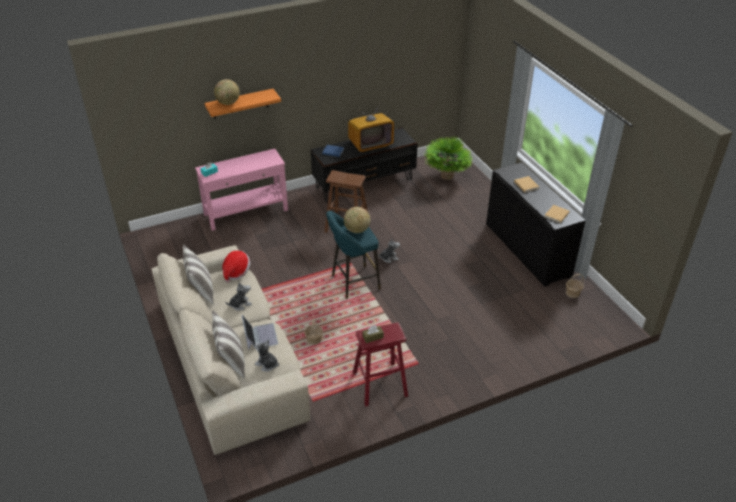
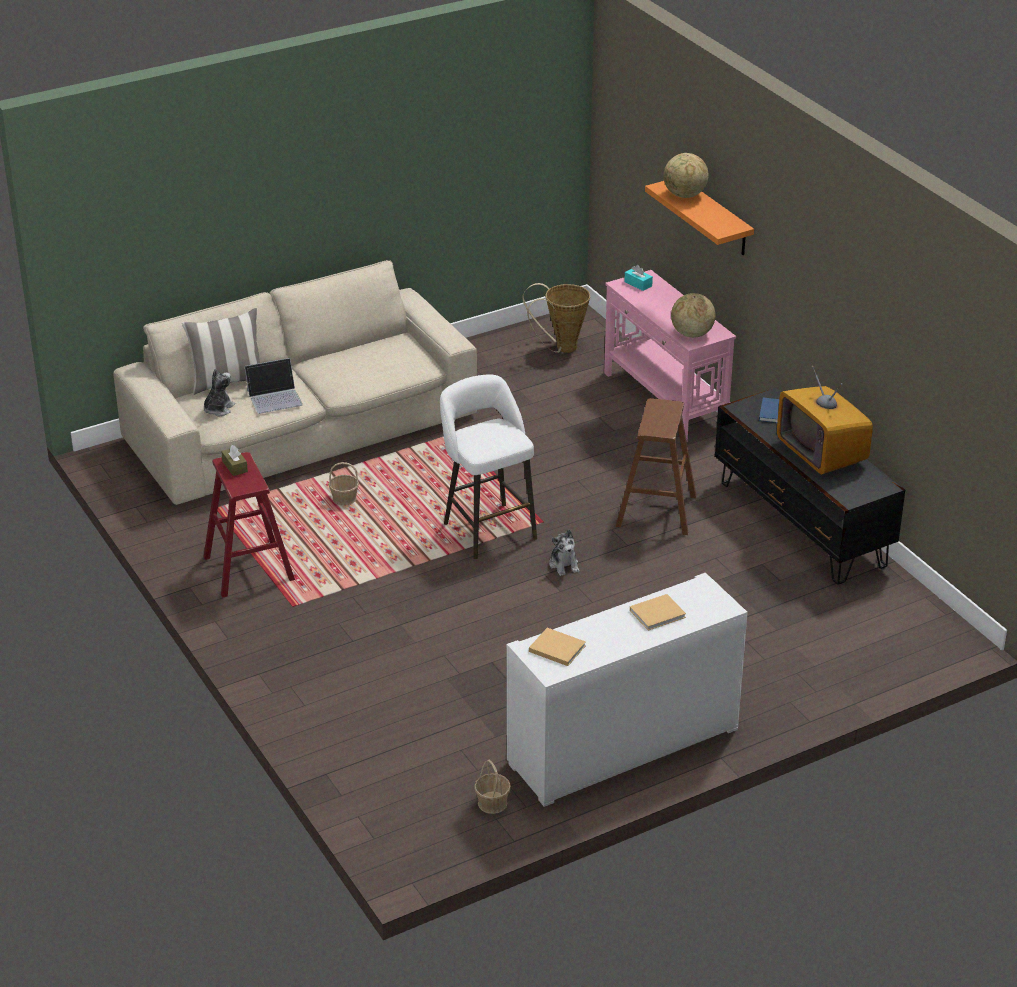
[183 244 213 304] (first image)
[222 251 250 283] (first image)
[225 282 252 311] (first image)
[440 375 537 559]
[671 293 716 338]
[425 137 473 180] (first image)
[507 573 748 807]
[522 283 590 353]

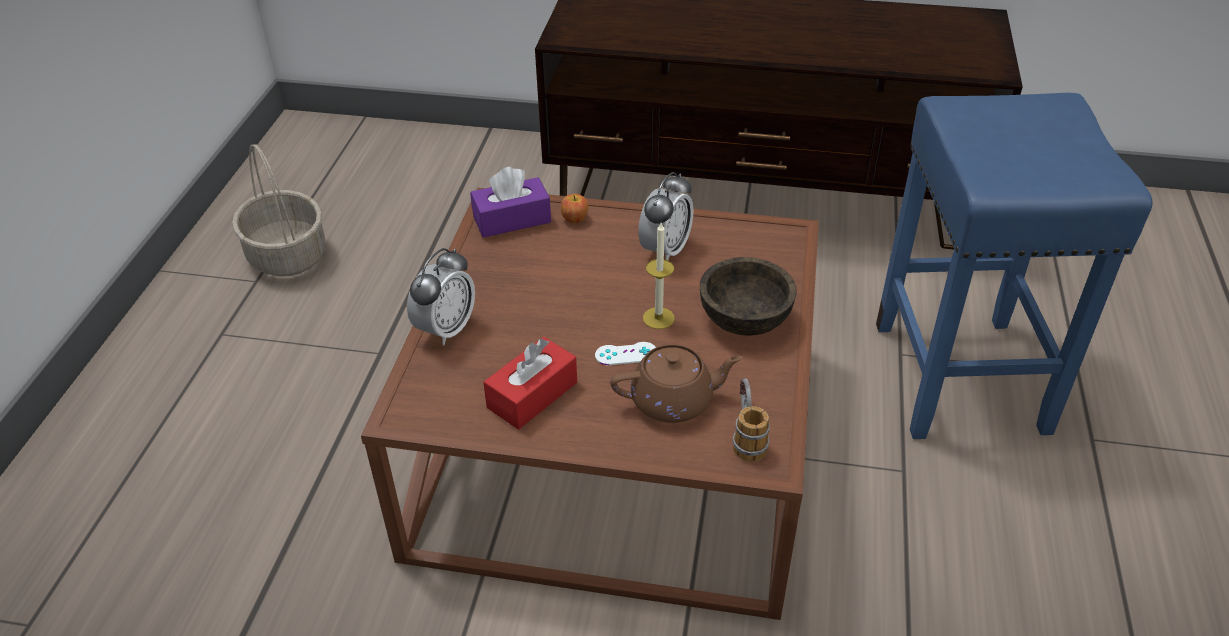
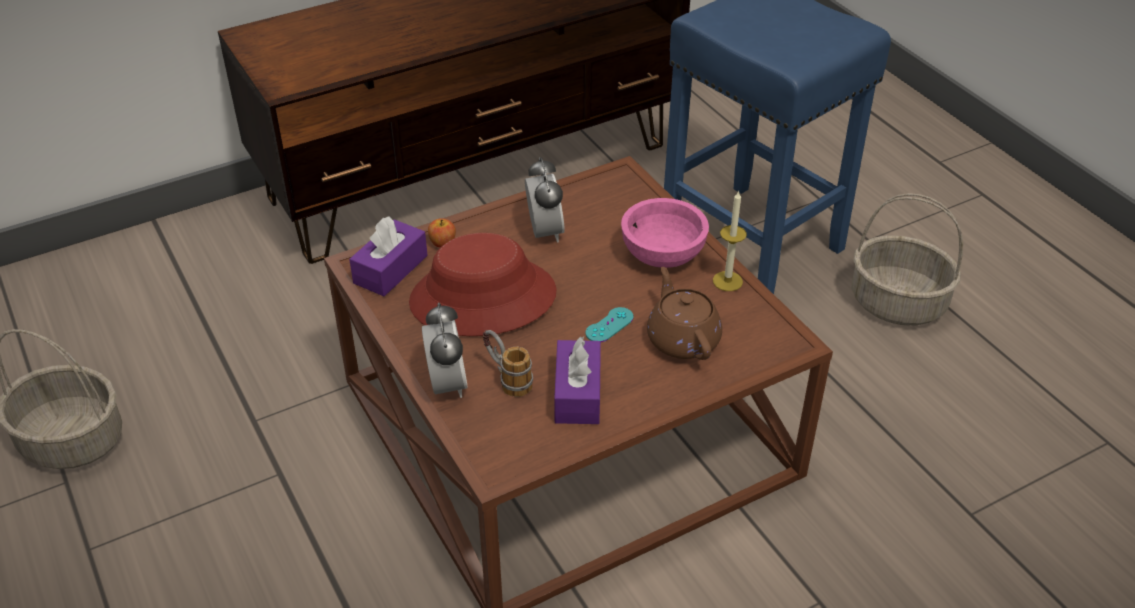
[554 337 601 424]
[585 307 634 342]
[647 267 722 360]
[713 190 747 291]
[621 198 709 268]
[483 330 533 397]
[409 233 557 336]
[852 193 963 325]

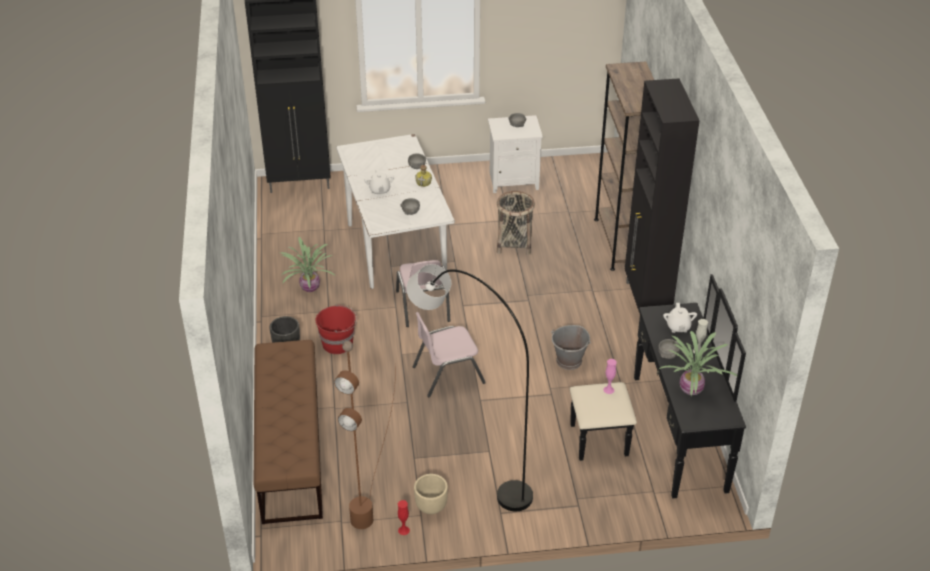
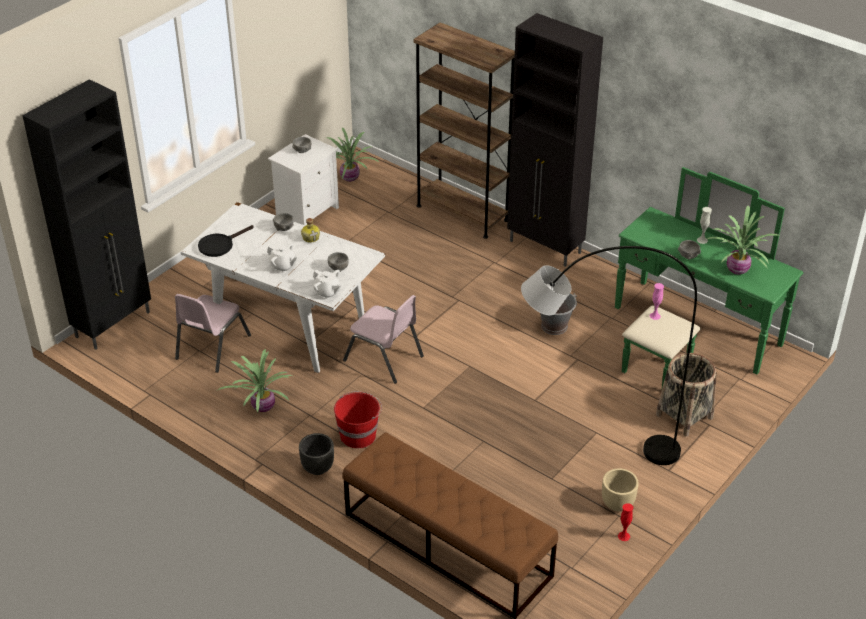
[334 341 396 529] (first image)
[175 294 251 373]
[656 353 717 436]
[615 167 803 387]
[313 270 341 299]
[198 225 253 257]
[326 128 380 182]

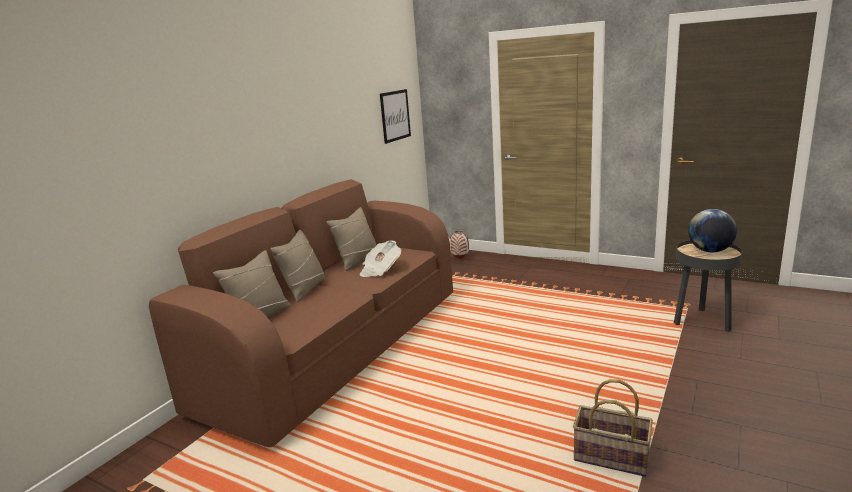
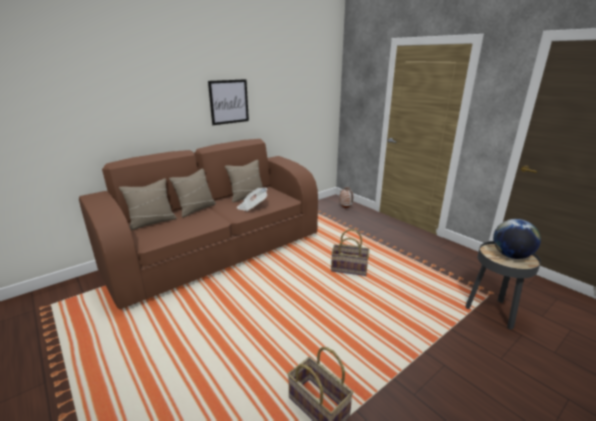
[208 79 249 125]
[331 229 369 276]

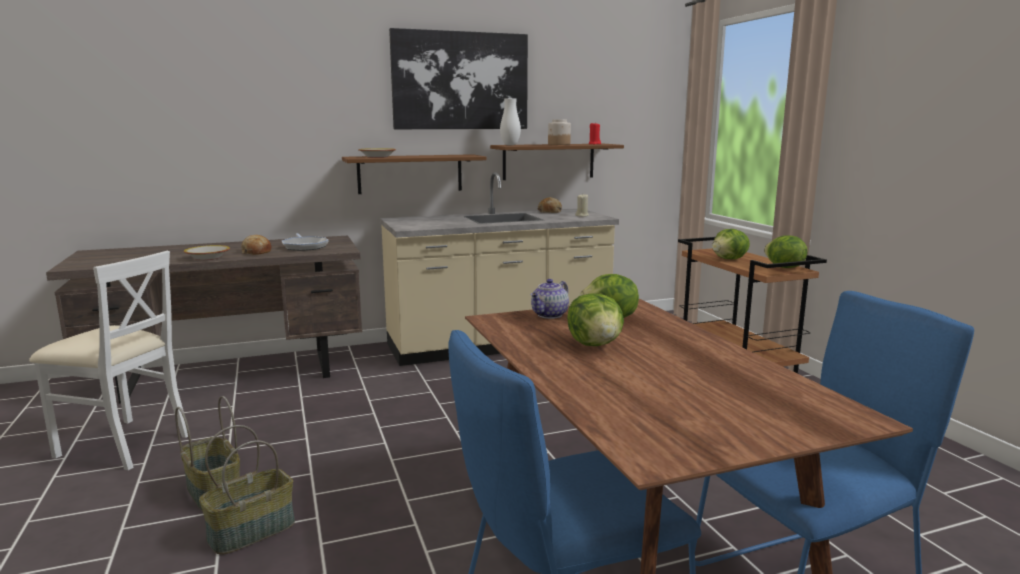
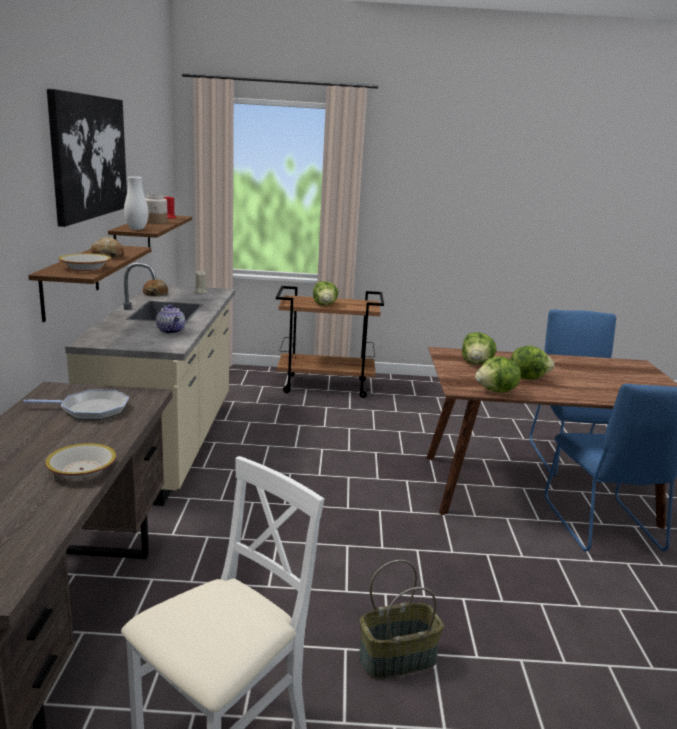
[199 425 295 555] (first image)
[91 237 124 259]
[156 304 185 334]
[475 356 521 393]

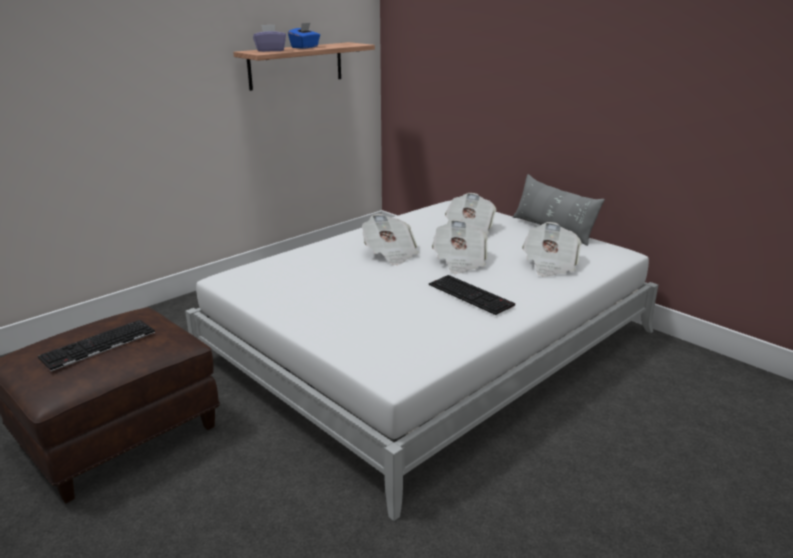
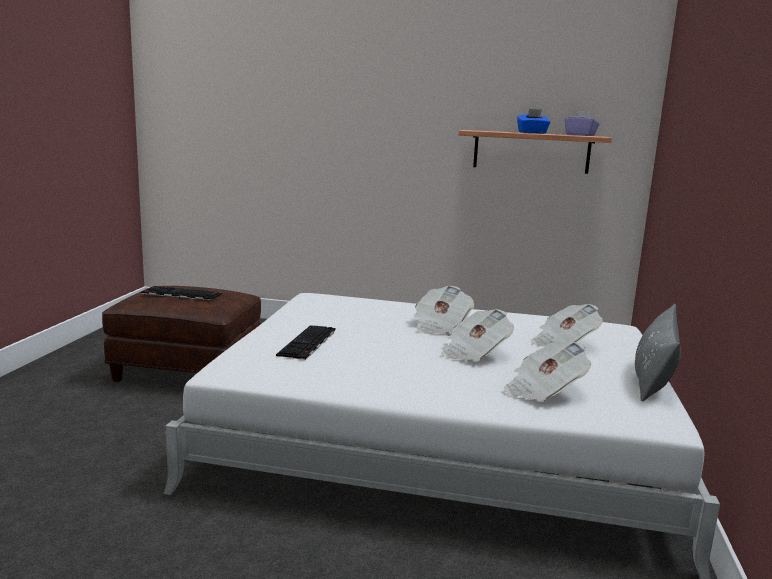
[564 111 600 136]
[276 325 336 360]

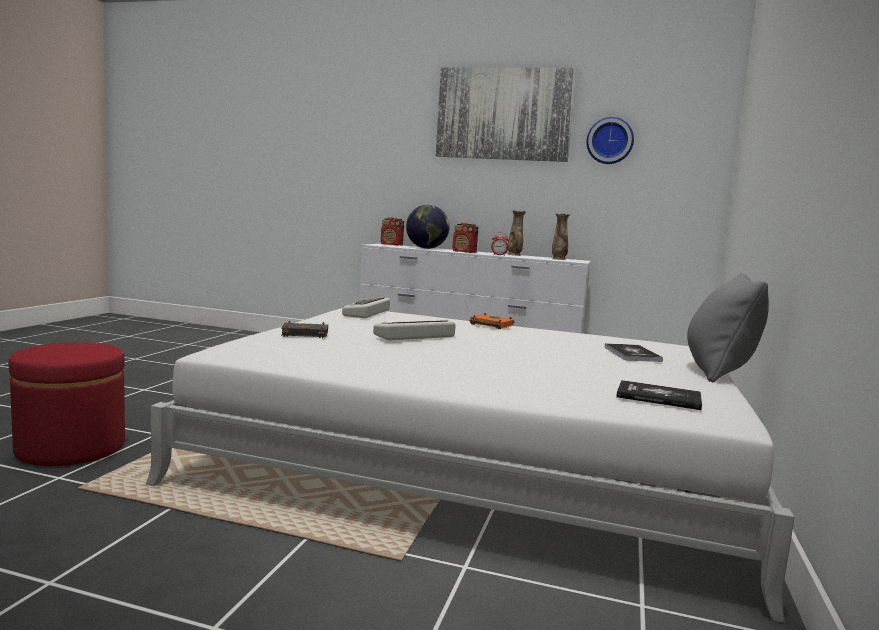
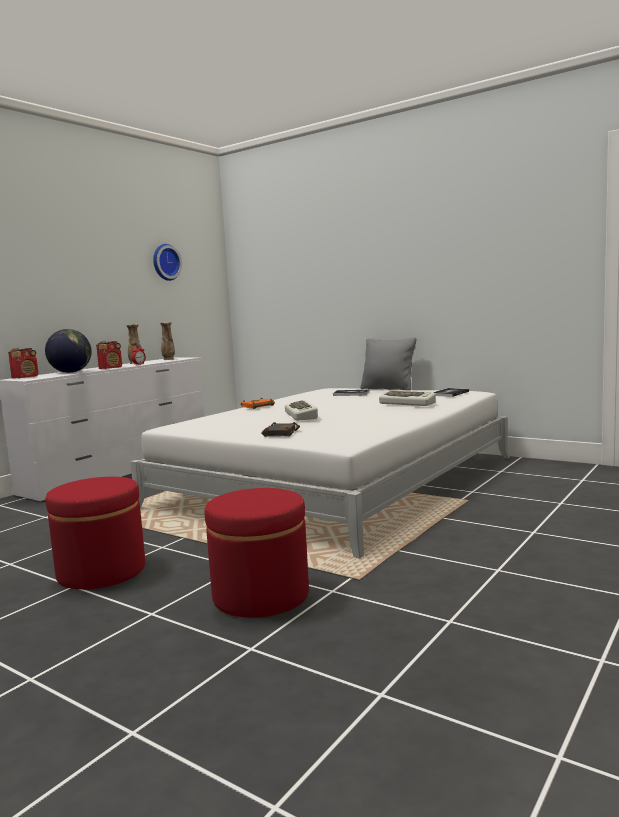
[379 391 436 406]
[436 67 577 162] (first image)
[46 477 145 590]

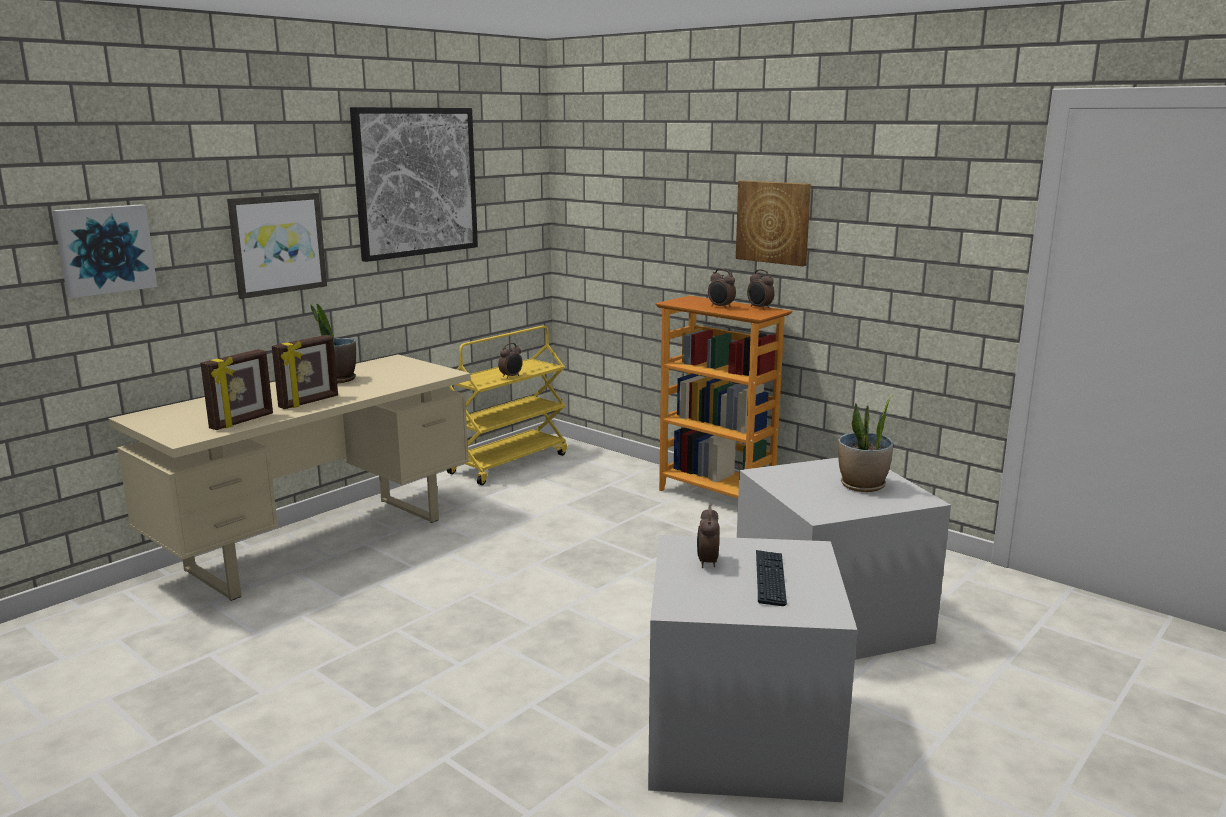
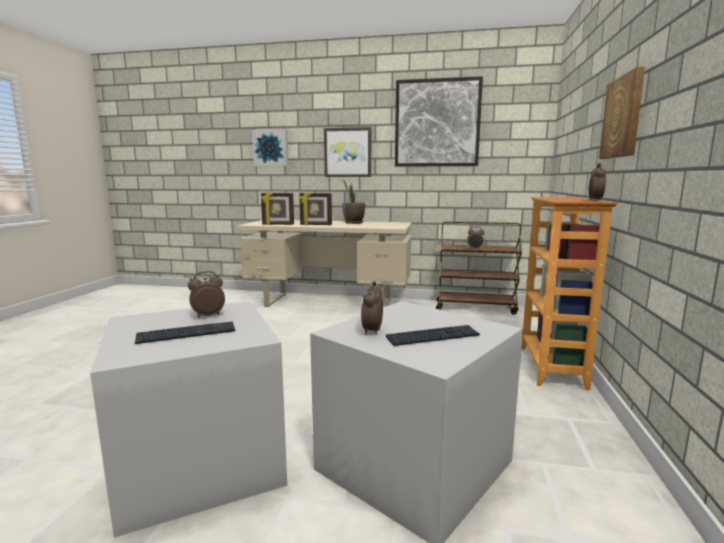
[436 221 522 315]
[361 281 383 335]
[386 325 480 346]

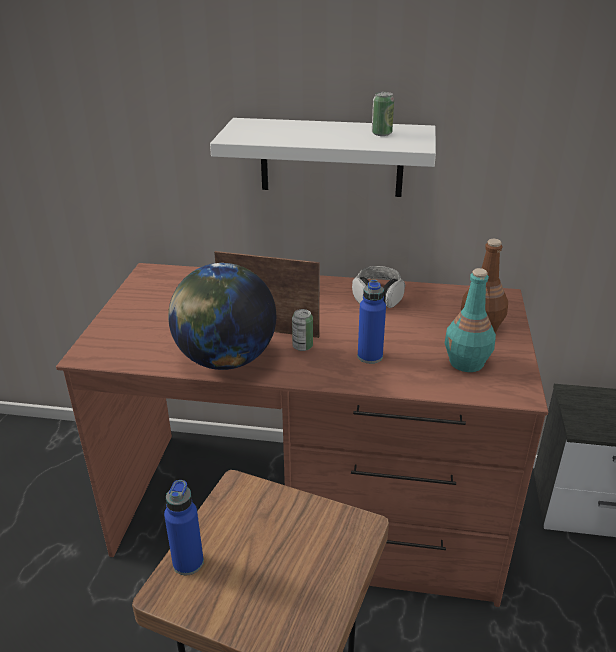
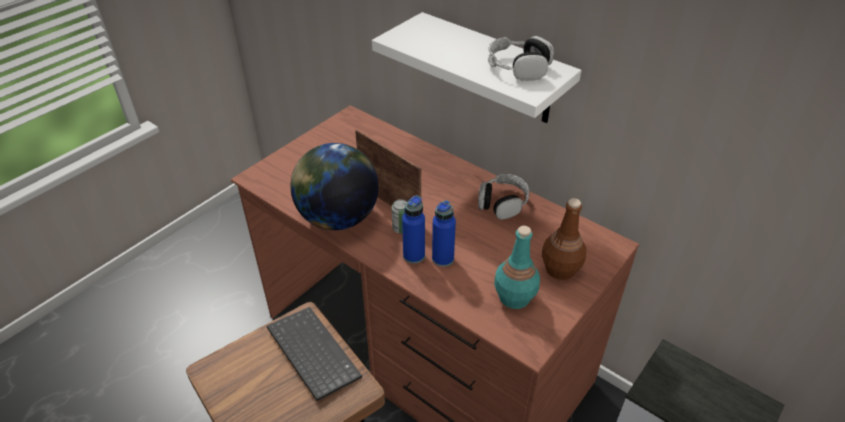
[402 195 425 264]
[488 36 554 81]
[267 307 362 401]

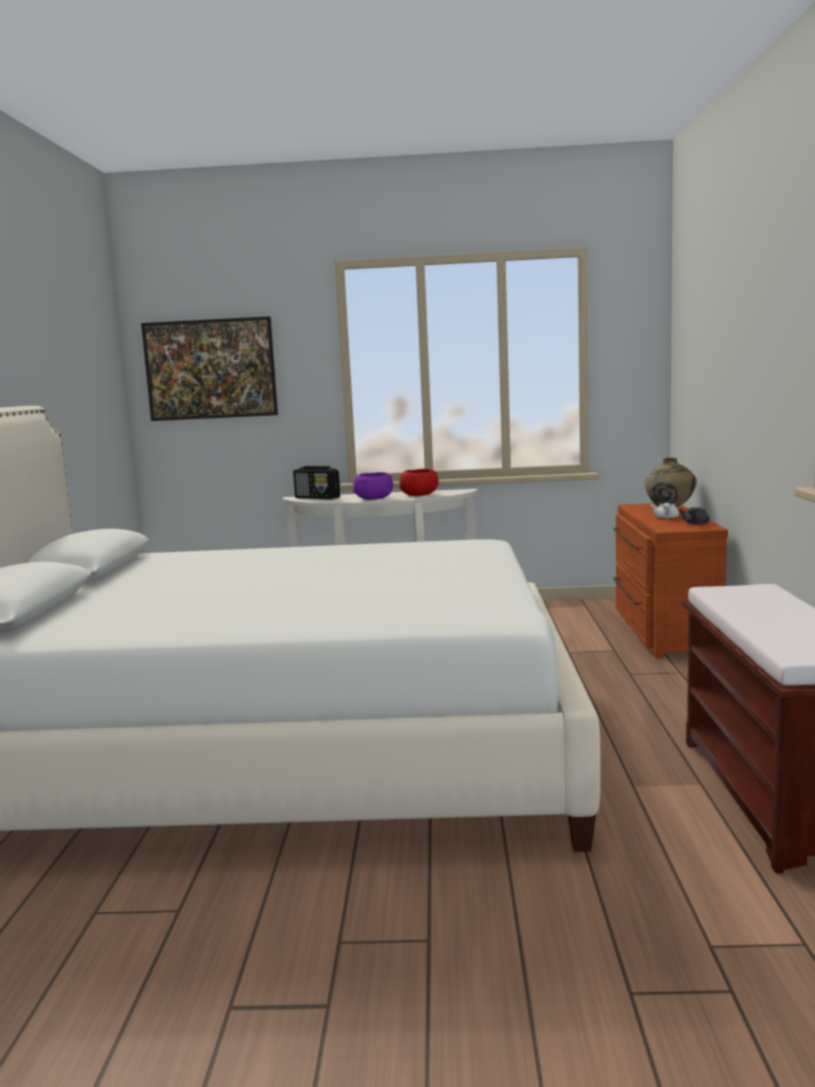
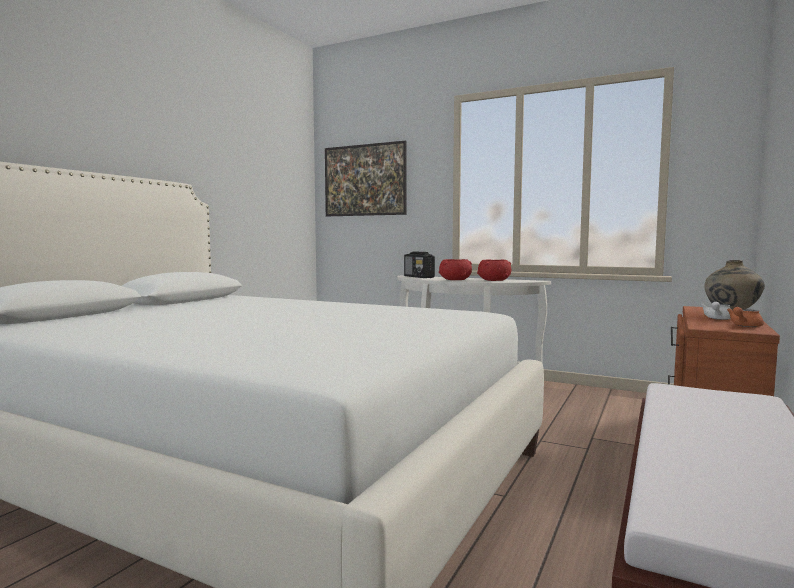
[439 259 472 280]
[727 307 764 327]

